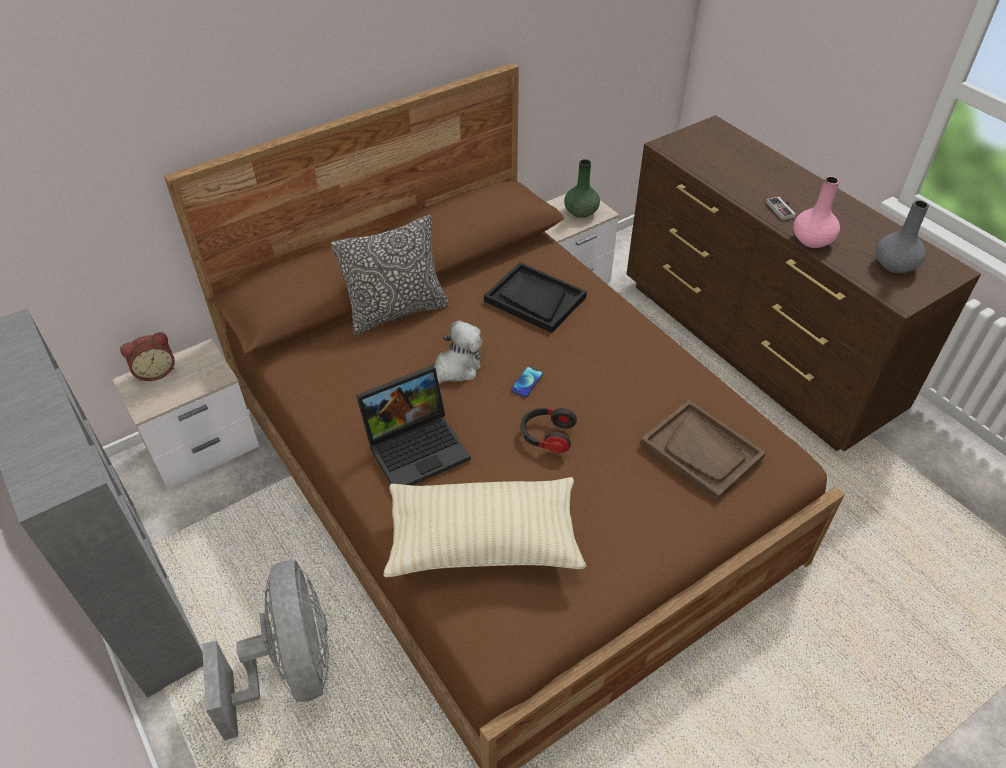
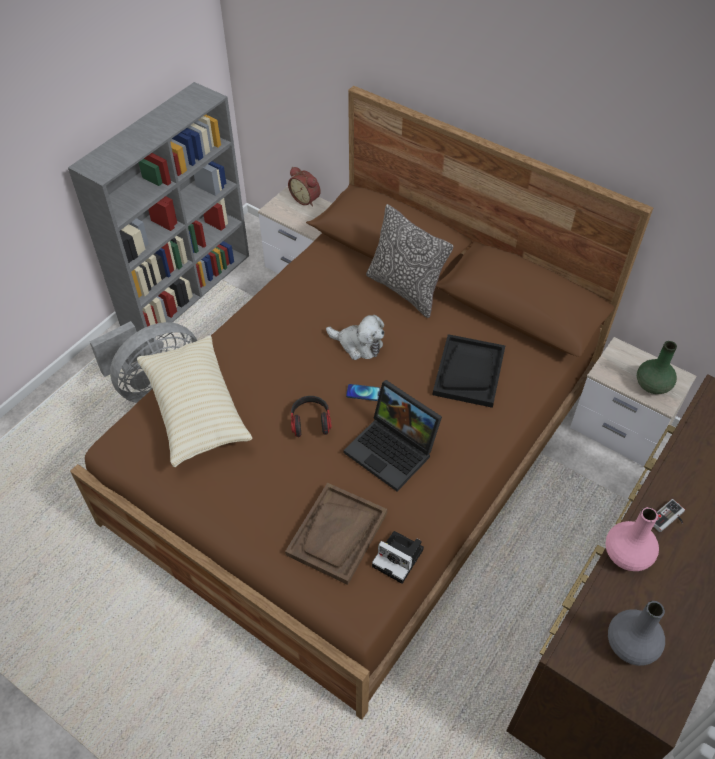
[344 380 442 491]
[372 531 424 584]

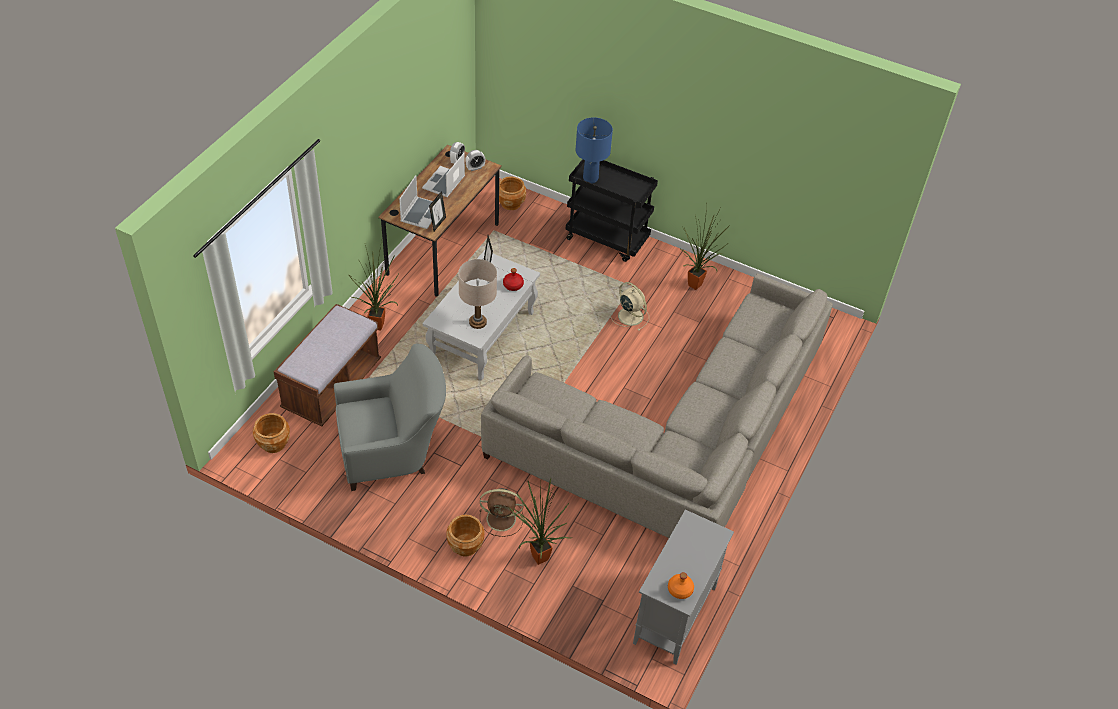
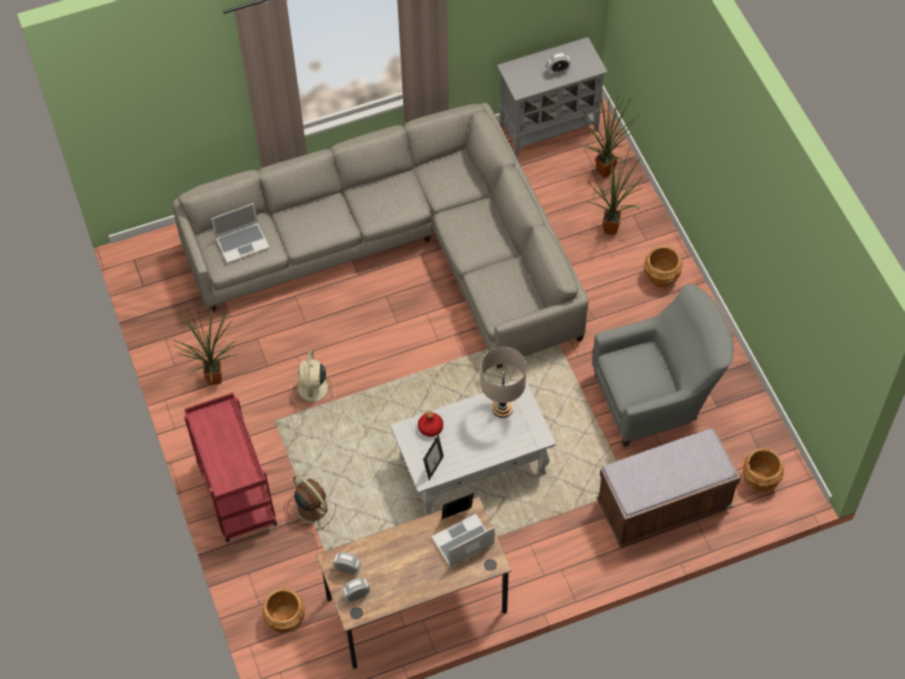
[592 285 734 447]
[580 92 639 178]
[211 203 269 264]
[287 475 336 530]
[184 393 277 542]
[576 117 613 184] (first image)
[668 572 694 599] (first image)
[547 52 571 75]

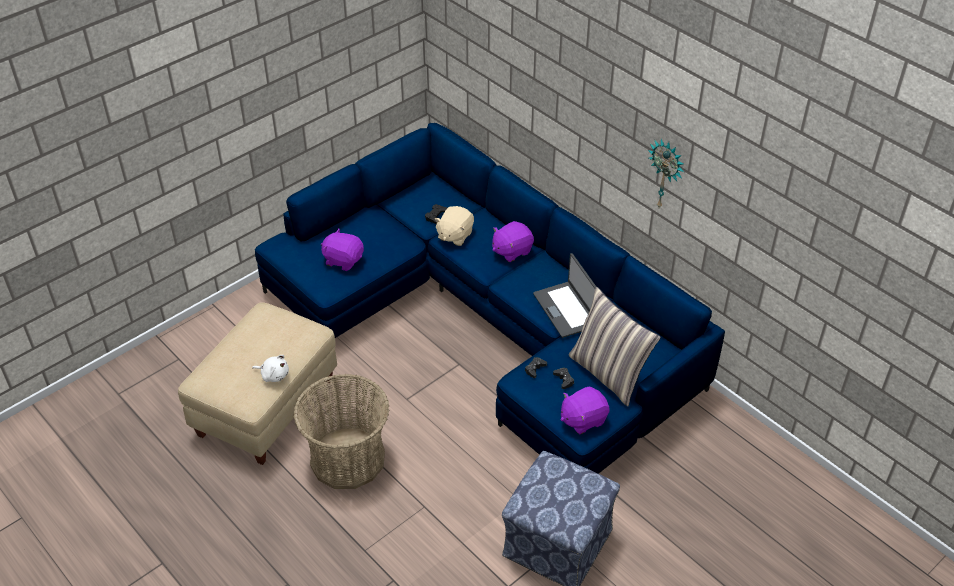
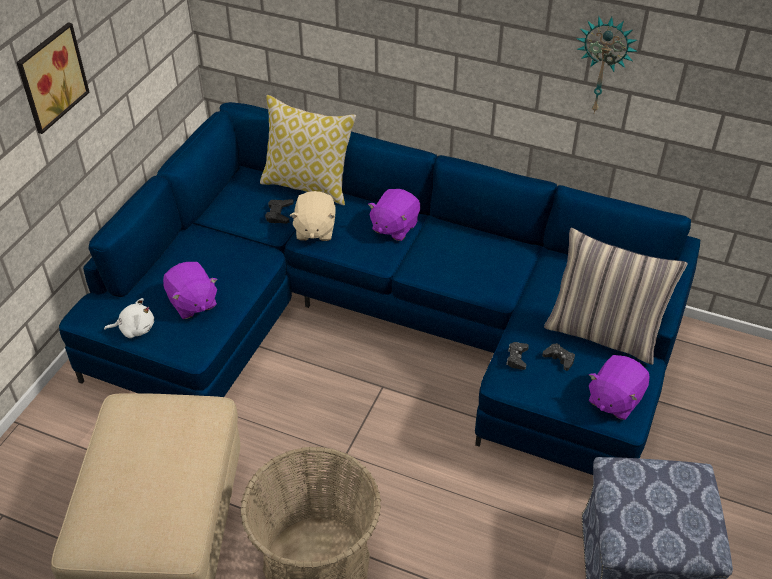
[104 298 154 338]
[163 262 218 319]
[533 253 596 338] (first image)
[16 22 90 134]
[260 95 356 205]

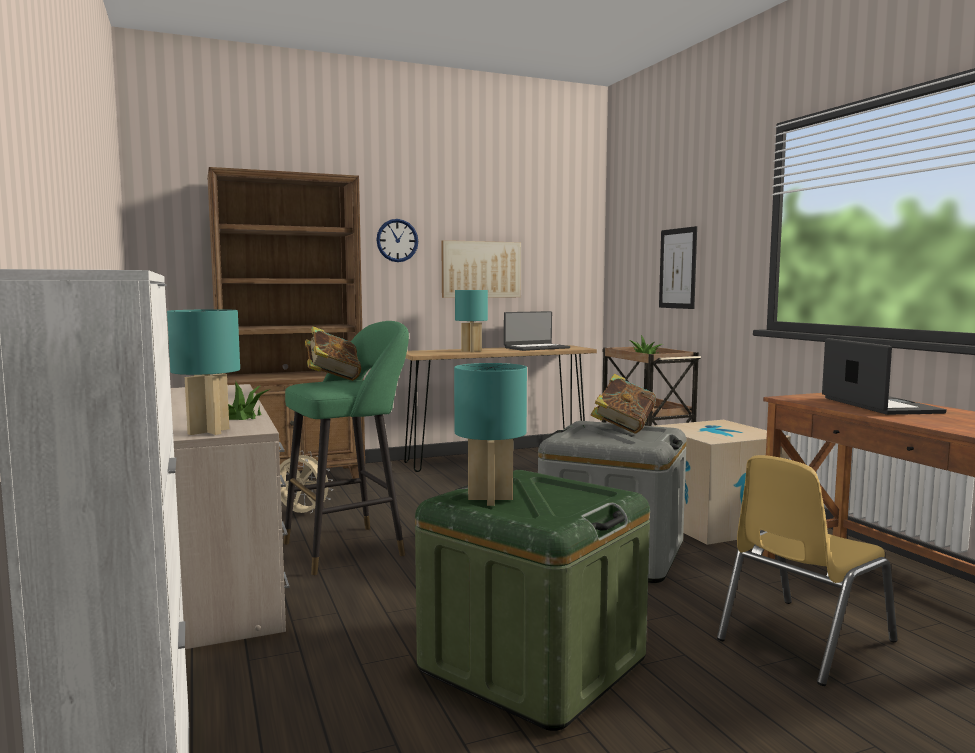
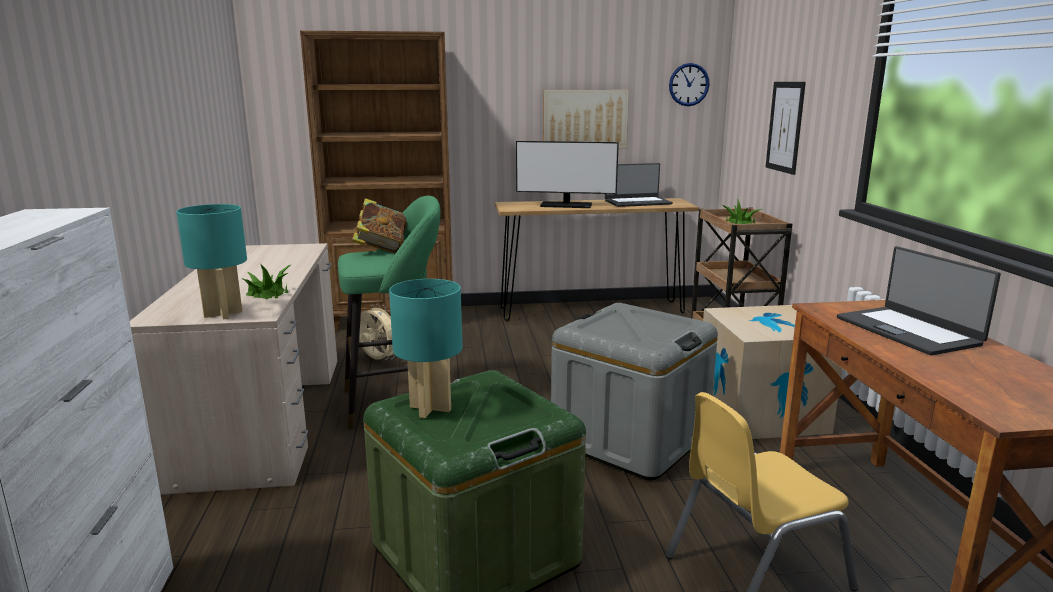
[669 63 710 106]
[516 141 619 208]
[590 374 656 433] (first image)
[837 246 1001 355]

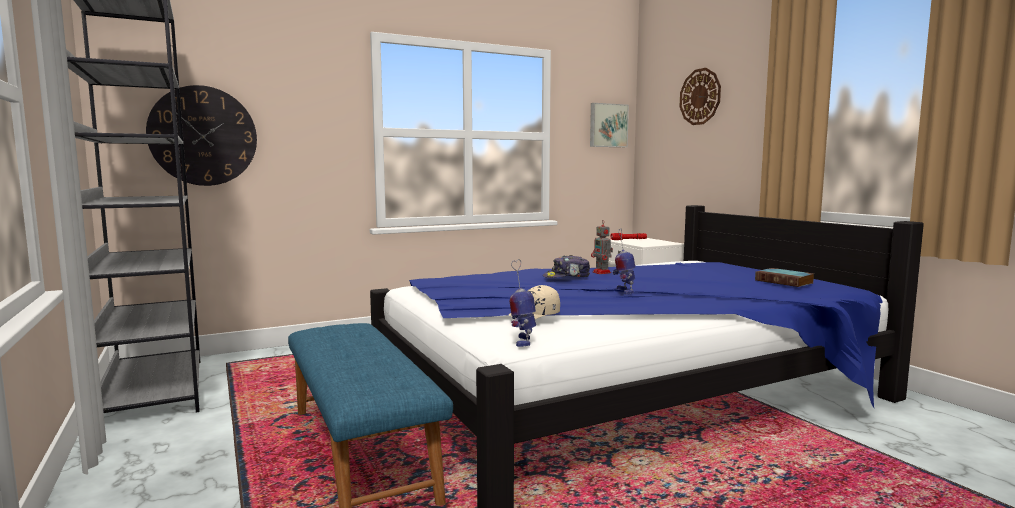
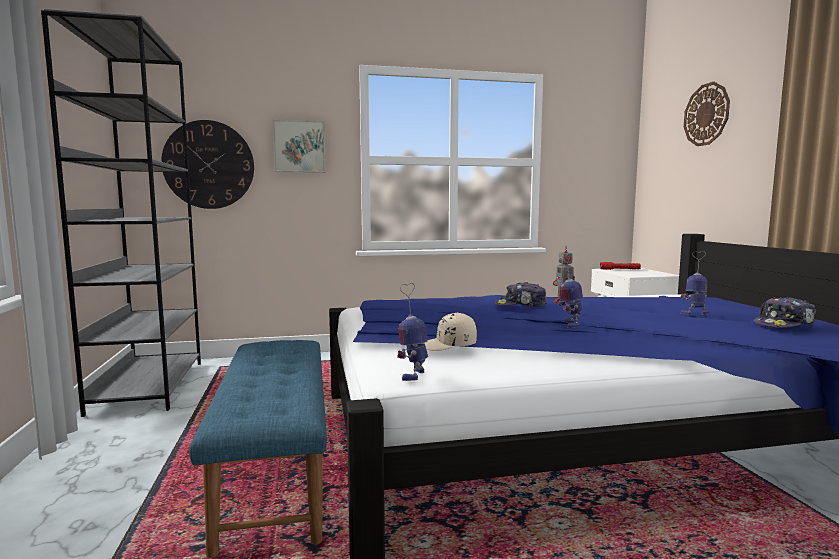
[273 120 326 172]
[753 297 816 328]
[681 251 709 315]

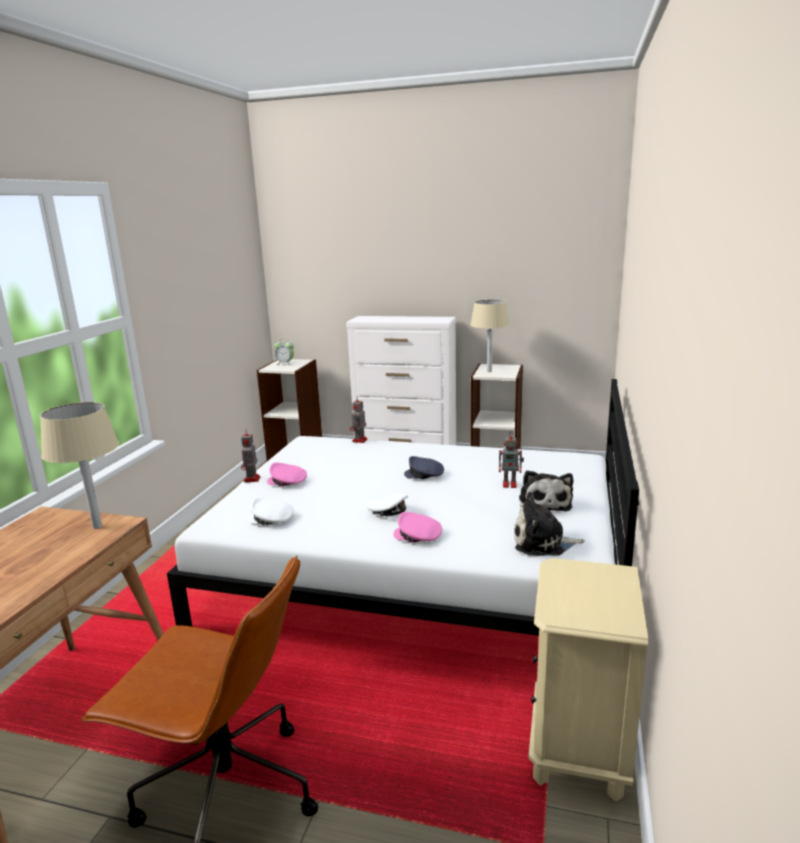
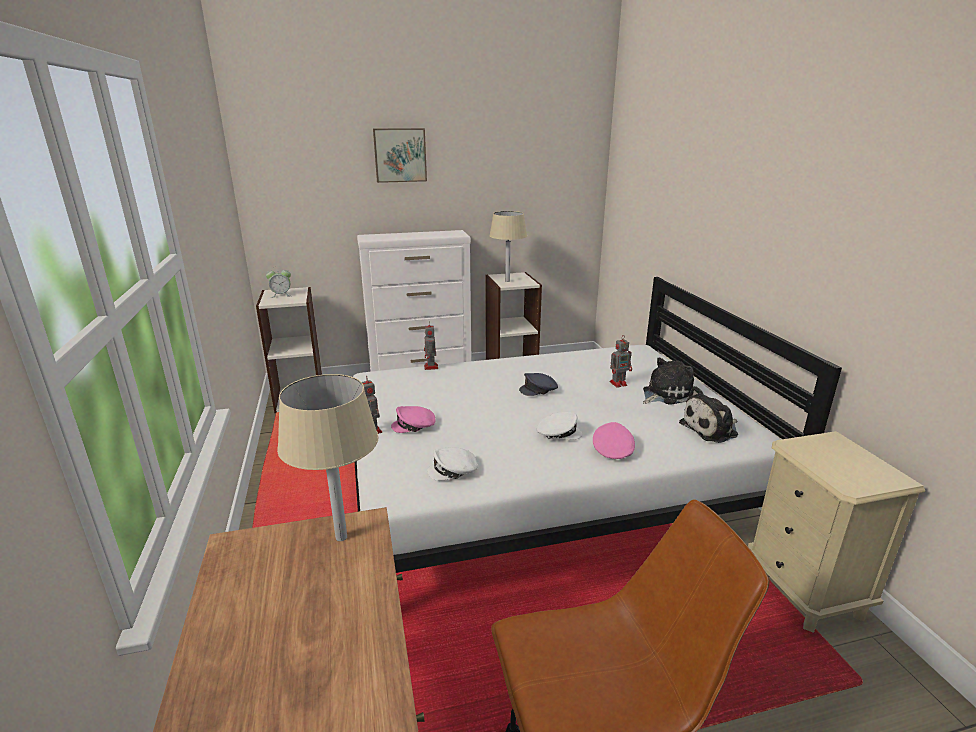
[593 422 635 459]
[643 358 694 405]
[373 128 427 183]

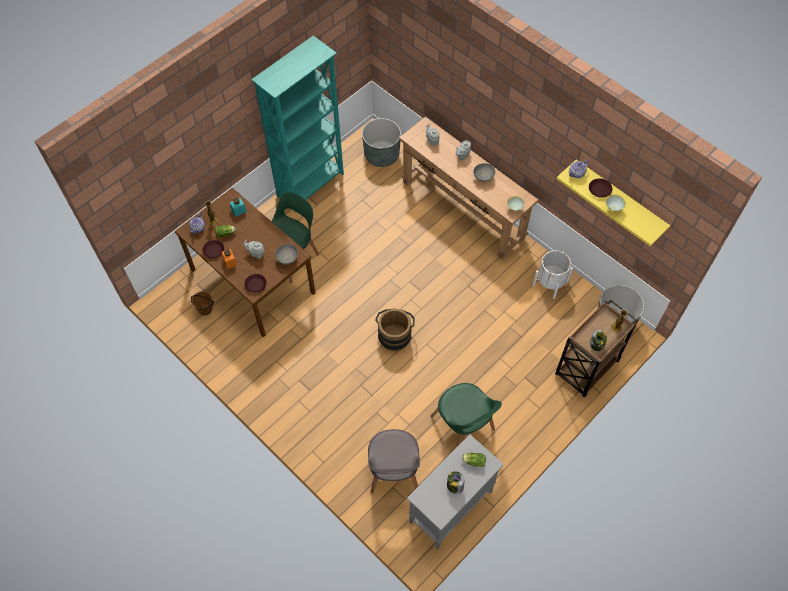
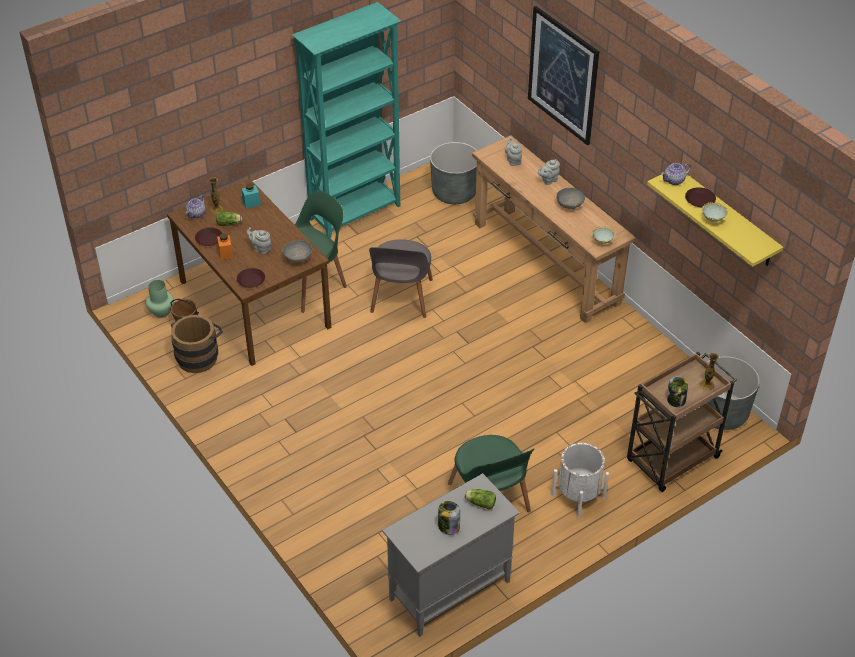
[369 239 433 318]
[171 315 223 373]
[552 443 609 518]
[146 280 174 318]
[528 6 600 145]

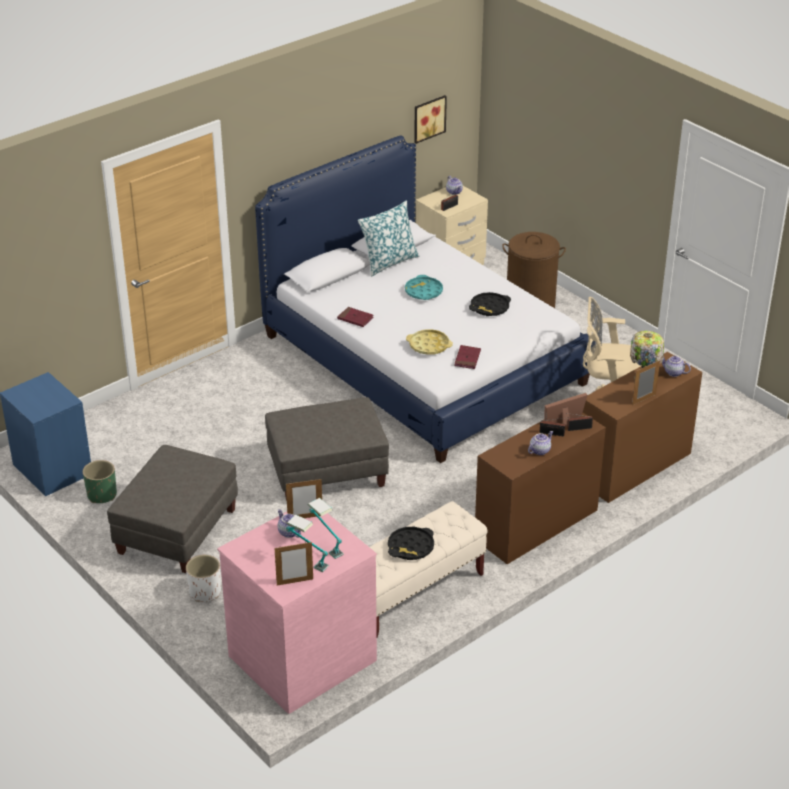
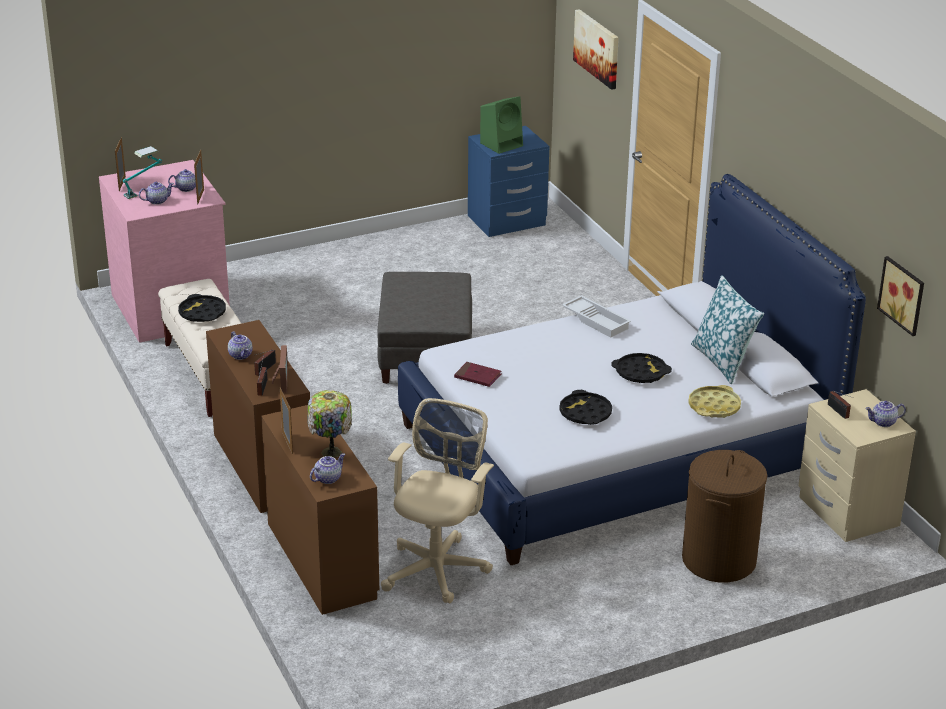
[83 460 117 503] (first image)
[107 445 238 573] (first image)
[186 555 221 602] (first image)
[139 182 174 205]
[562 295 631 338]
[611 353 672 383]
[688 385 741 418]
[480 96 523 154]
[573 9 619 90]

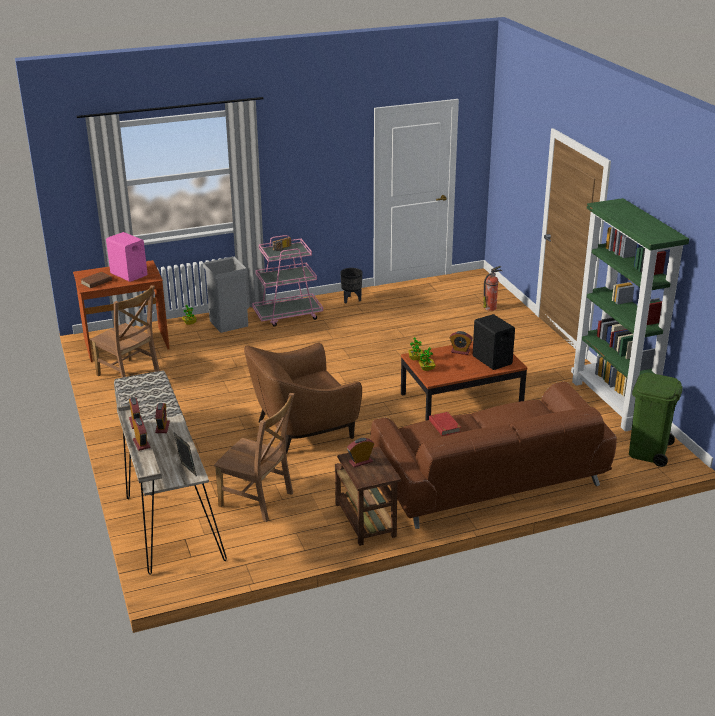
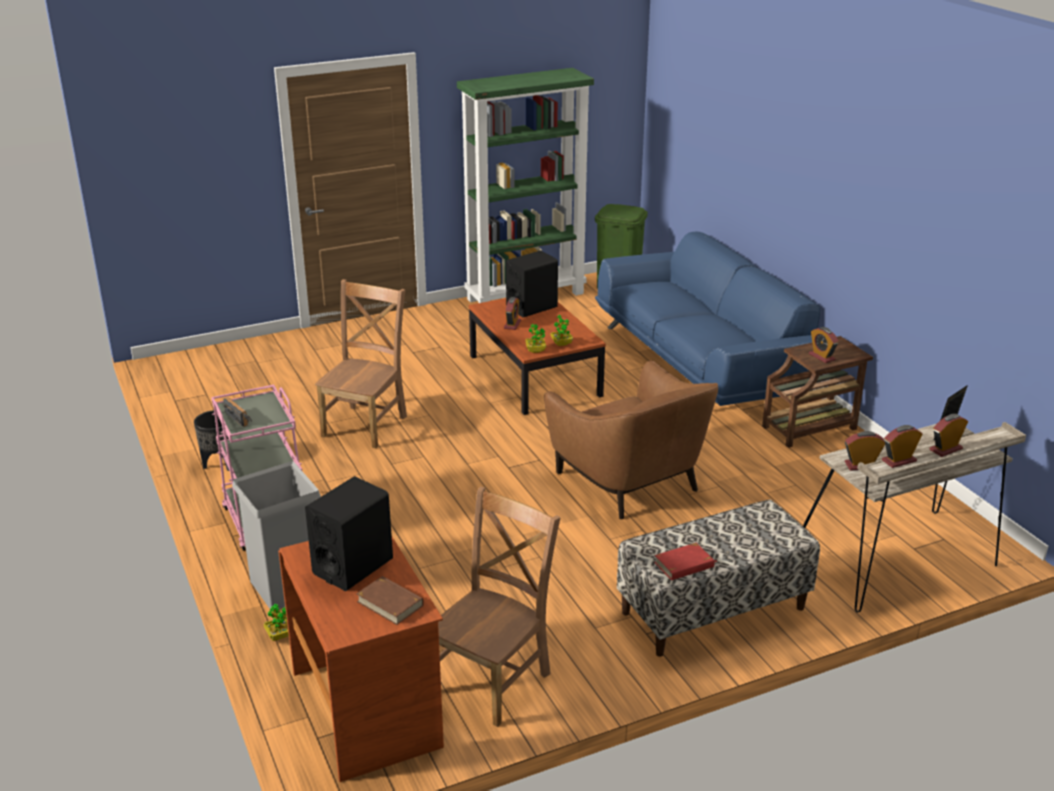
[305 476 393 591]
[315 279 407 448]
[595 232 820 406]
[654 543 717 580]
[484 266 502 311] (first image)

